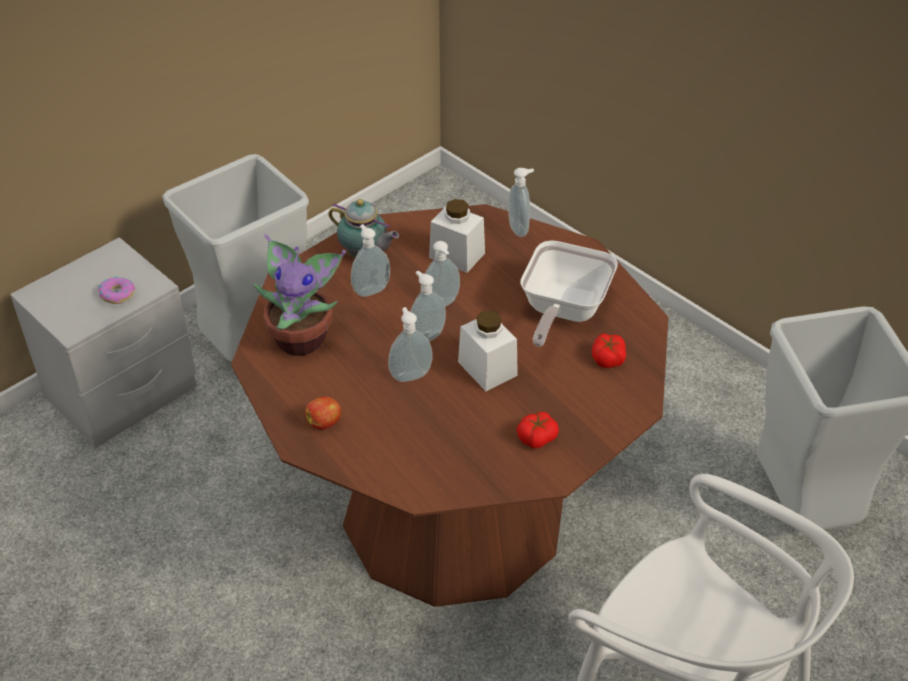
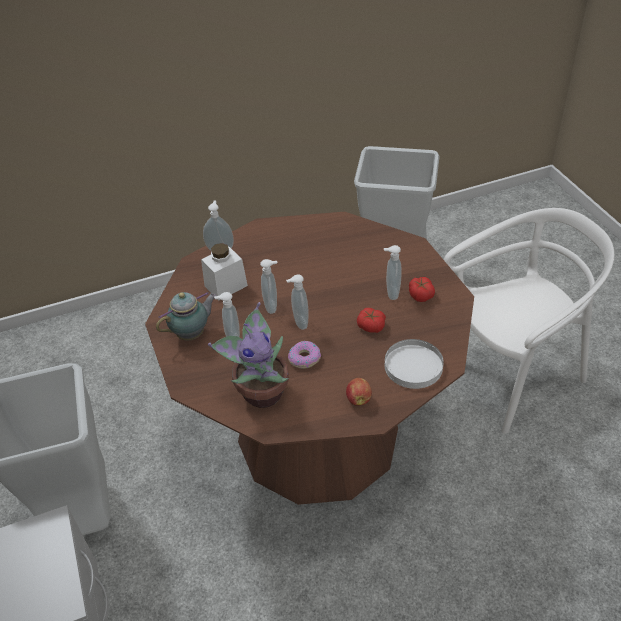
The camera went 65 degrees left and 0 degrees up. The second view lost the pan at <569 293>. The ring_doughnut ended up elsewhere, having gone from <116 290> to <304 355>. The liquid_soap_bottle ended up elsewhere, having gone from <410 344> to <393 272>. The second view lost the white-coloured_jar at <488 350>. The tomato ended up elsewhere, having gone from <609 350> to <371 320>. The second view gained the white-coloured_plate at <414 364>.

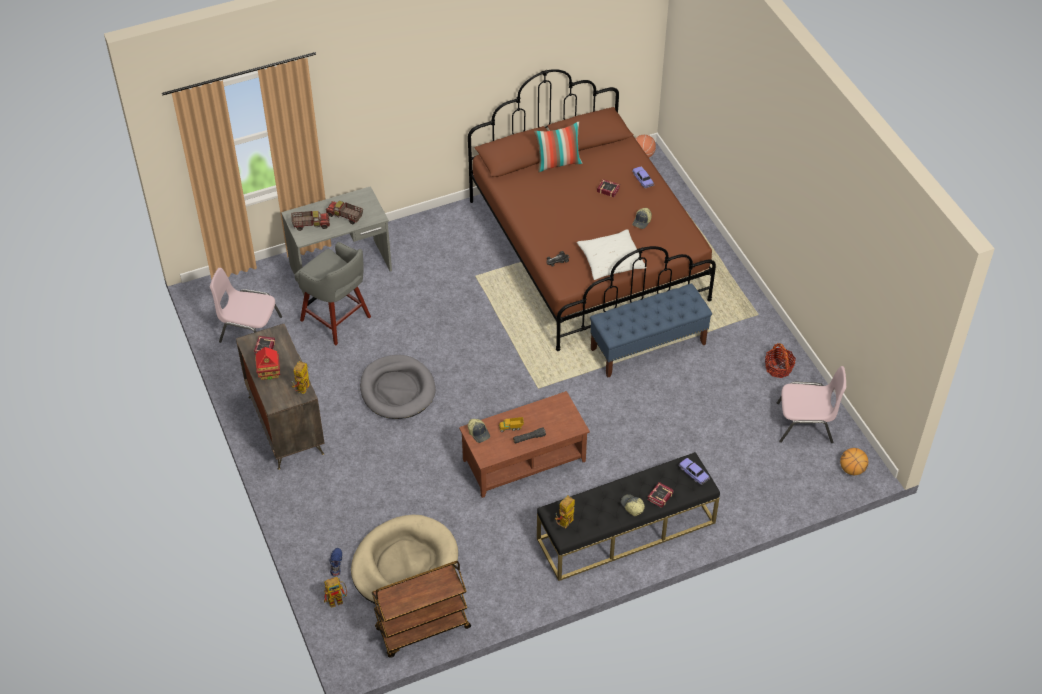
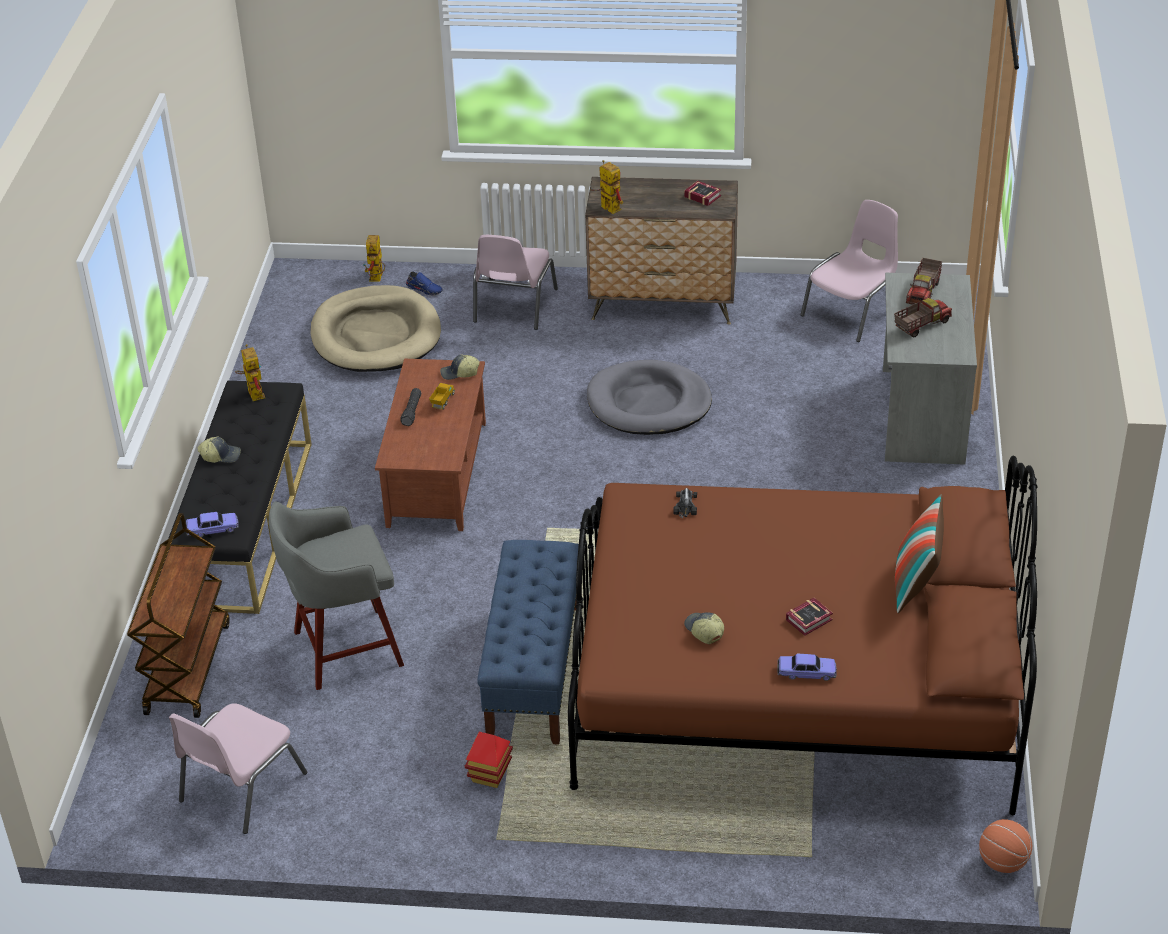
The camera went 120 degrees right and 10 degrees down. The second view lost the white-coloured_cushion at <612 254>. The grey_stool_seat ended up elsewhere, having gone from <332 293> to <336 595>. The second view lost the household_basket at <780 360>. The miniature_house ended up elsewhere, having gone from <267 363> to <489 760>. The second view lost the basketball at <854 461>. The second view lost the volume at <660 495>. The brownish_wheeled_cart ended up elsewhere, having gone from <421 609> to <178 615>. The second view gained the pinkish_chair at <515 282>.

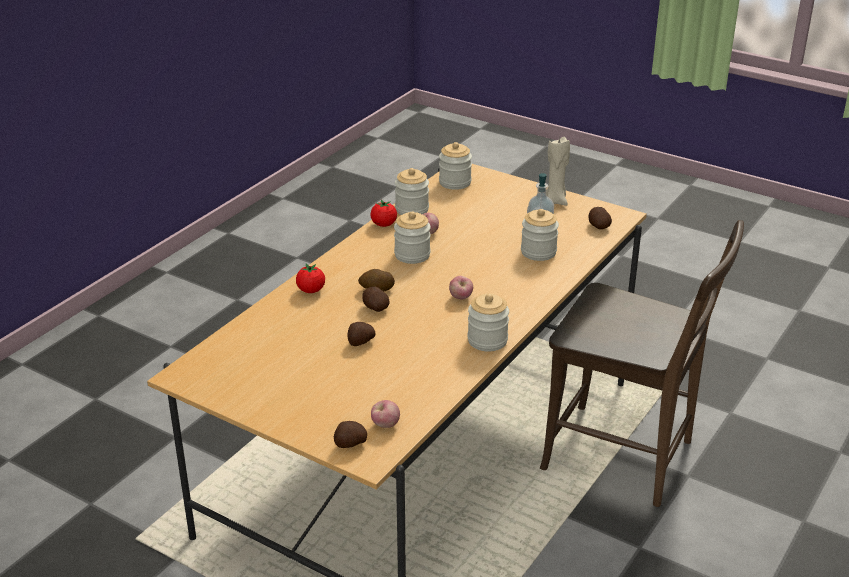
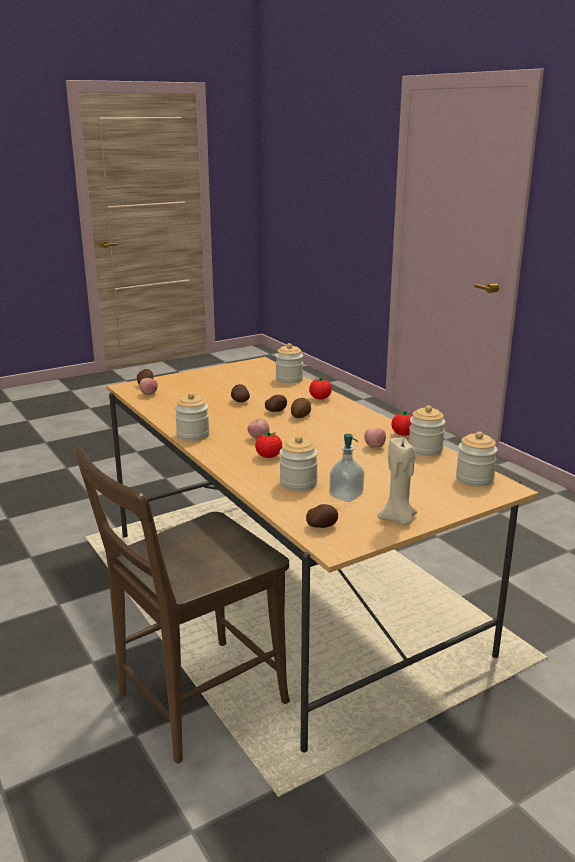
The camera went 115 degrees right and 10 degrees down. The jar ended up elsewhere, having gone from <412 238> to <289 363>. The second view gained the tomato at <268 444>.

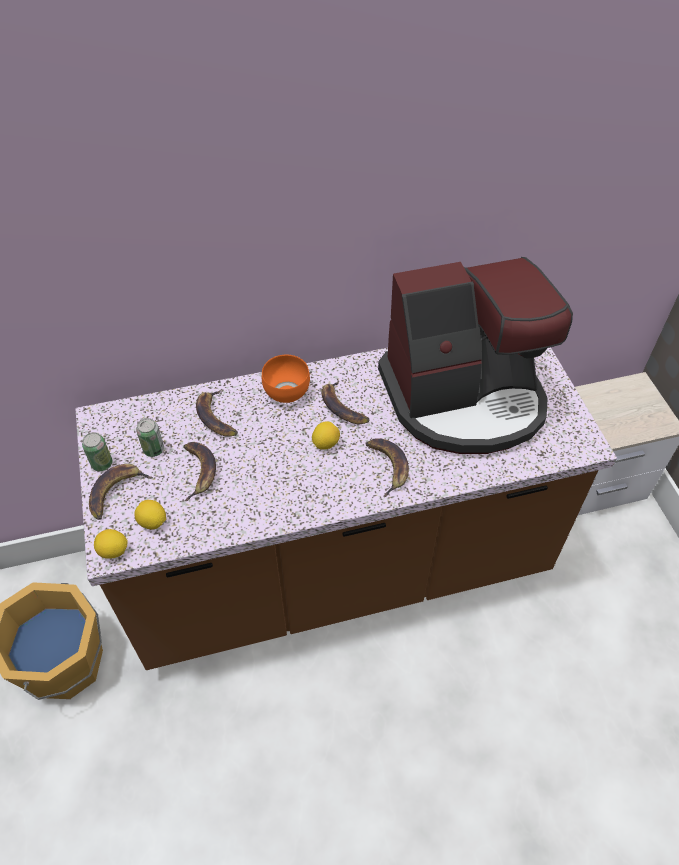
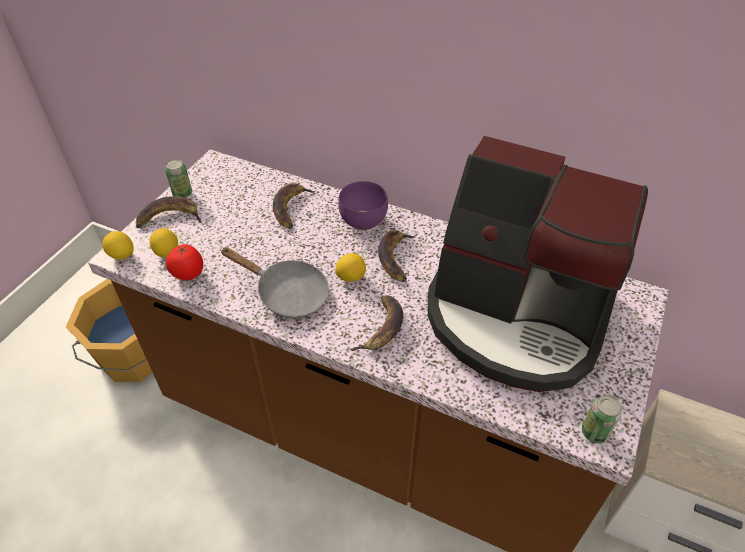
The camera went 40 degrees right and 5 degrees down. What was the orange-coloured_serving_bowl at <286 379> turned into the purple-coloured_serving_bowl at <363 205>. The sealed_can ended up elsewhere, having gone from <150 437> to <602 419>. The second view lost the banana at <199 471>. The second view gained the tomato at <184 262>. The second view gained the grey_pan at <274 282>.

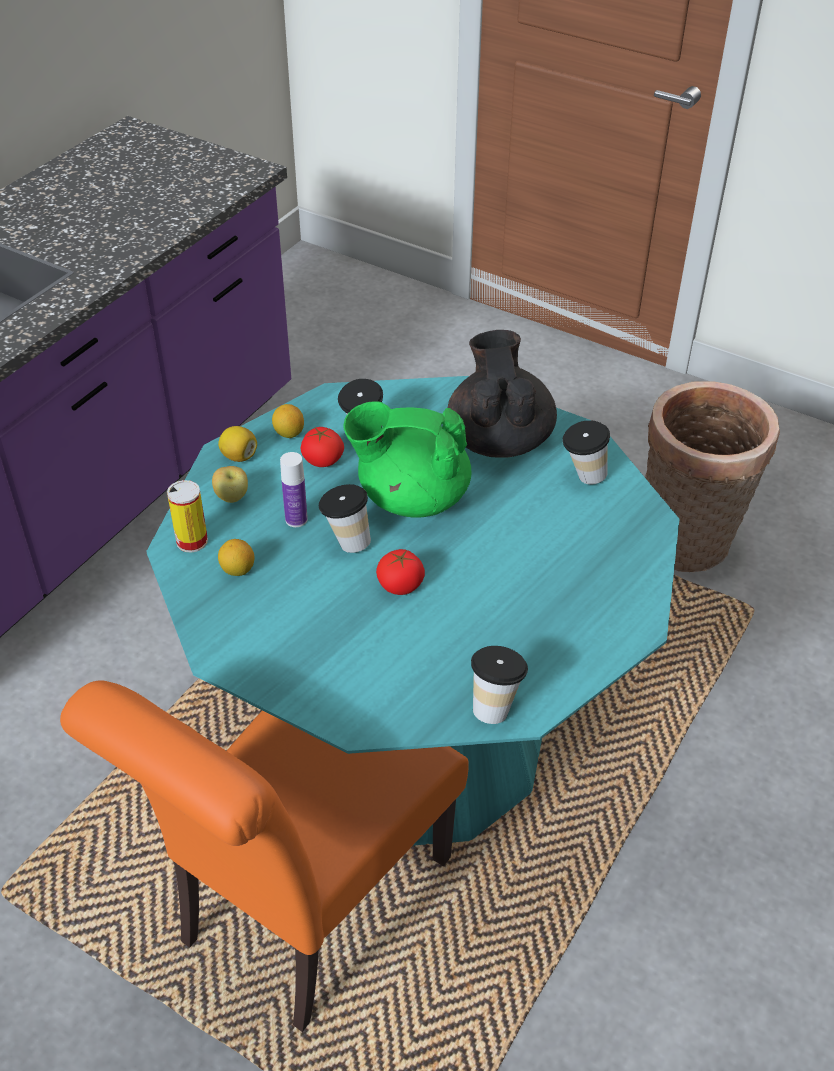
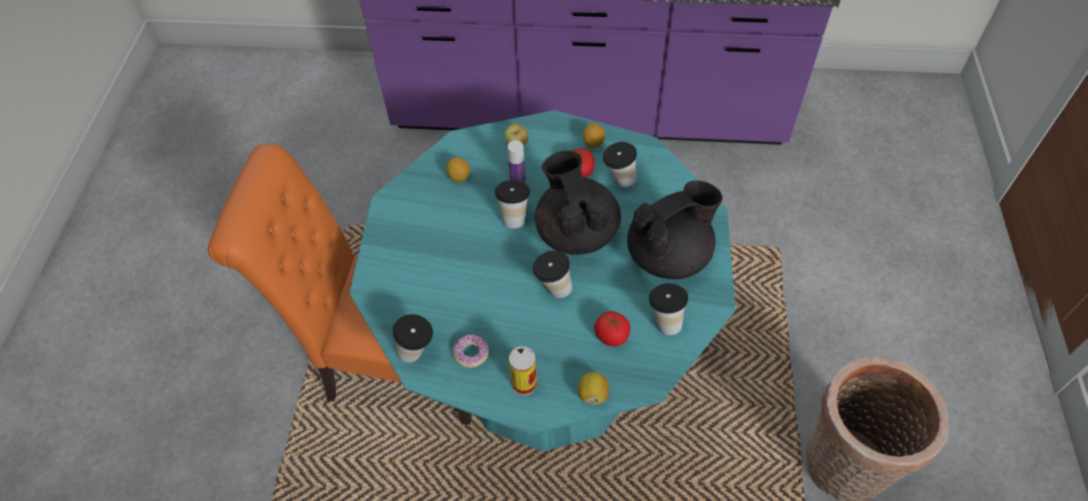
The camera went 65 degrees right and 10 degrees up. What was the greenish_tea_pot at <407 459> turned into the black_tea_pot at <578 203>. The citrus_fruit ended up elsewhere, having gone from <237 444> to <593 388>. The sealed_can ended up elsewhere, having gone from <187 516> to <523 370>. The tomato ended up elsewhere, having gone from <400 572> to <612 328>. The second view gained the cup at <552 274>. The second view gained the ring_doughnut at <471 351>.

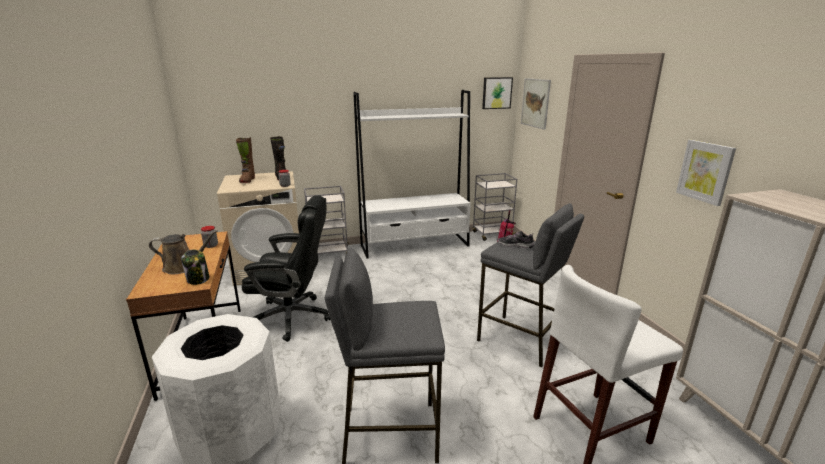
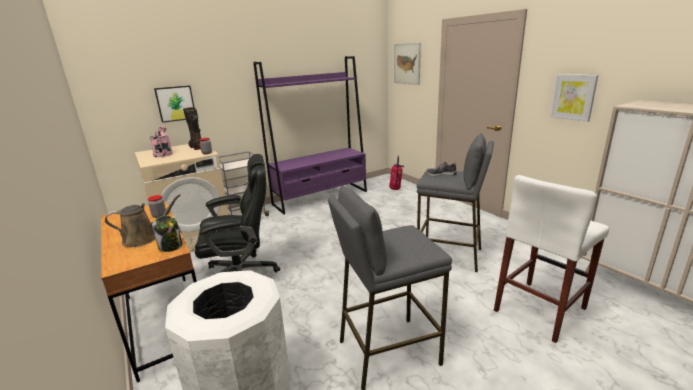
The camera went 15 degrees left and 0 degrees up. The picture ended up elsewhere, having gone from <497 93> to <174 104>. What was the white-coloured_bookshelf at <412 174> turned into the purple-coloured_bookshelf at <310 135>. Where the brownish_boot stood at <245 160>, the pinkish_watering_can came to stand at <161 141>. The second view lost the grey_wheeled_cart at <494 207>.

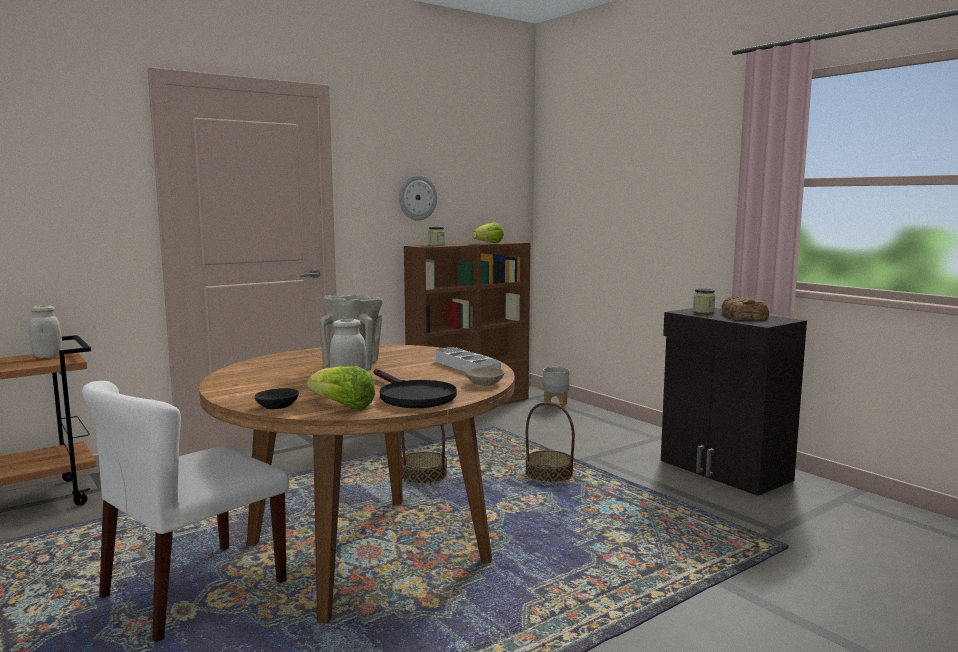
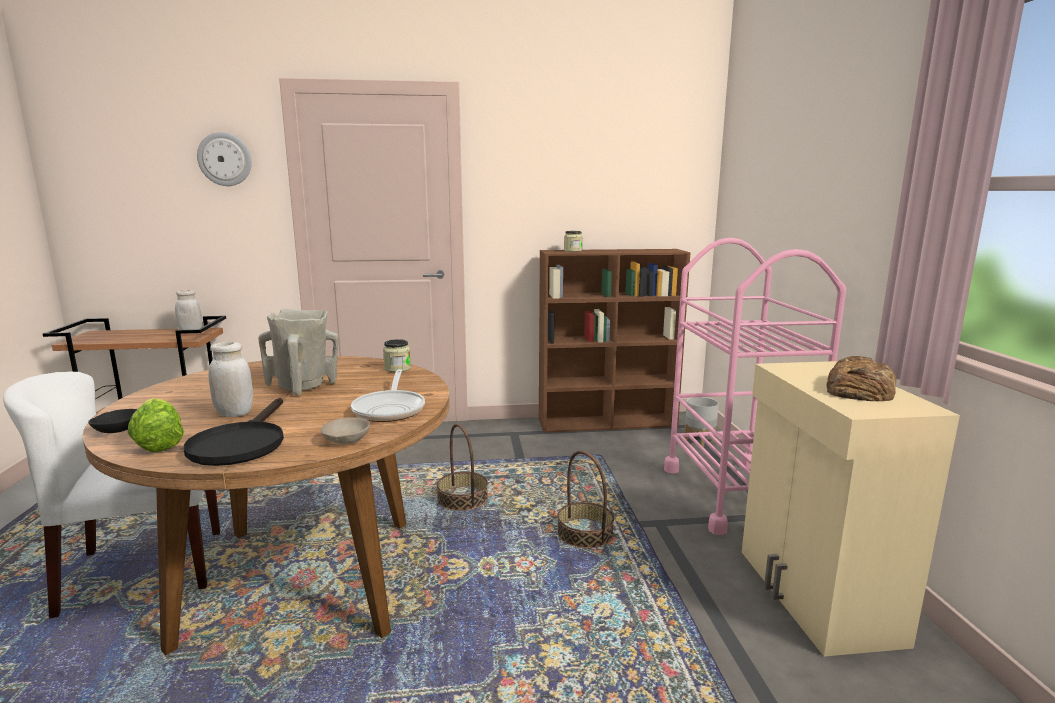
The camera went 30 degrees right and 5 degrees up. The clock_on_the_wall ended up elsewhere, having gone from <418 198> to <224 159>. The second view lost the lettuce_head at <488 232>. The jar ended up elsewhere, having gone from <704 301> to <397 355>. What was the black_cupboard at <734 402> turned into the sand-coloured_cupboard at <851 509>. Where the grey_carrying_tray stood at <468 359>, the pan came to stand at <388 395>. The second view gained the pinkish_wheeled_cart at <755 386>.

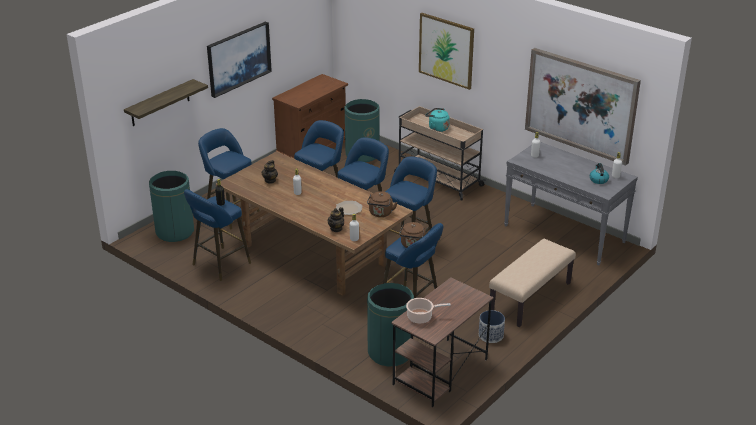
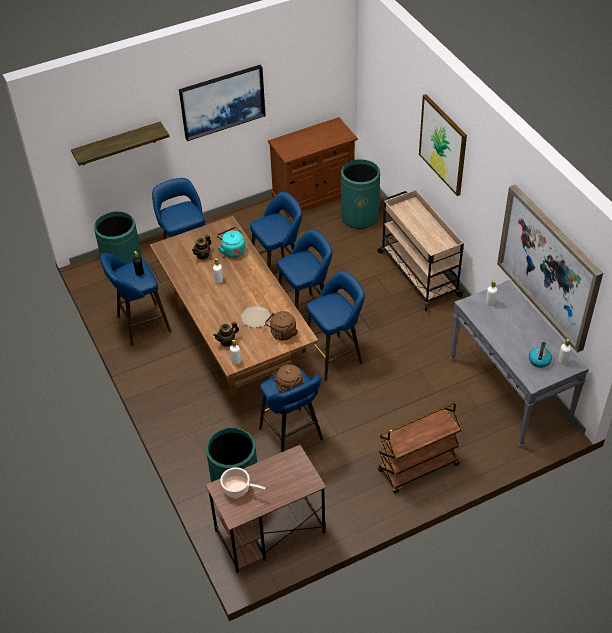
The camera went 25 degrees right and 15 degrees up. The turquoise_water_kettle ended up elsewhere, having gone from <437 120> to <231 242>. Where the sand-coloured_long_seat stood at <532 283>, the brownish_wheeled_cart came to stand at <420 448>. The second view lost the planter at <492 326>.

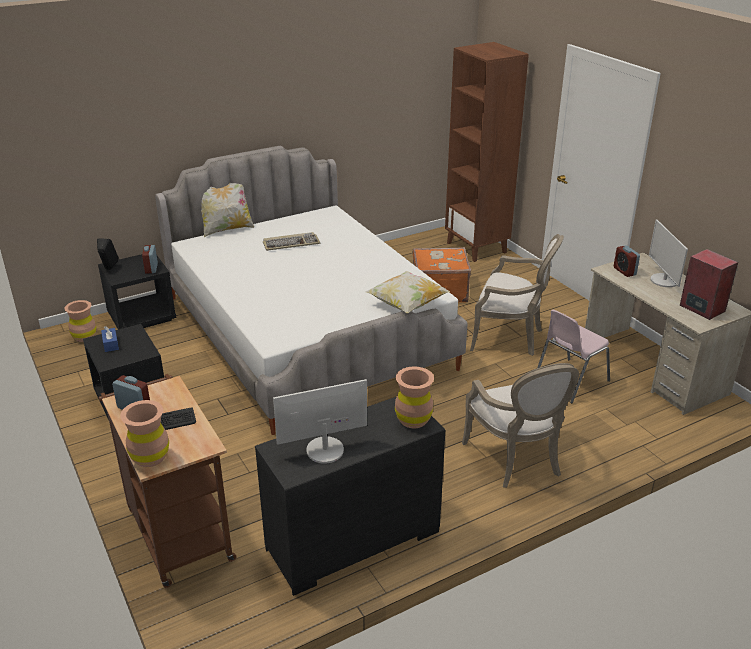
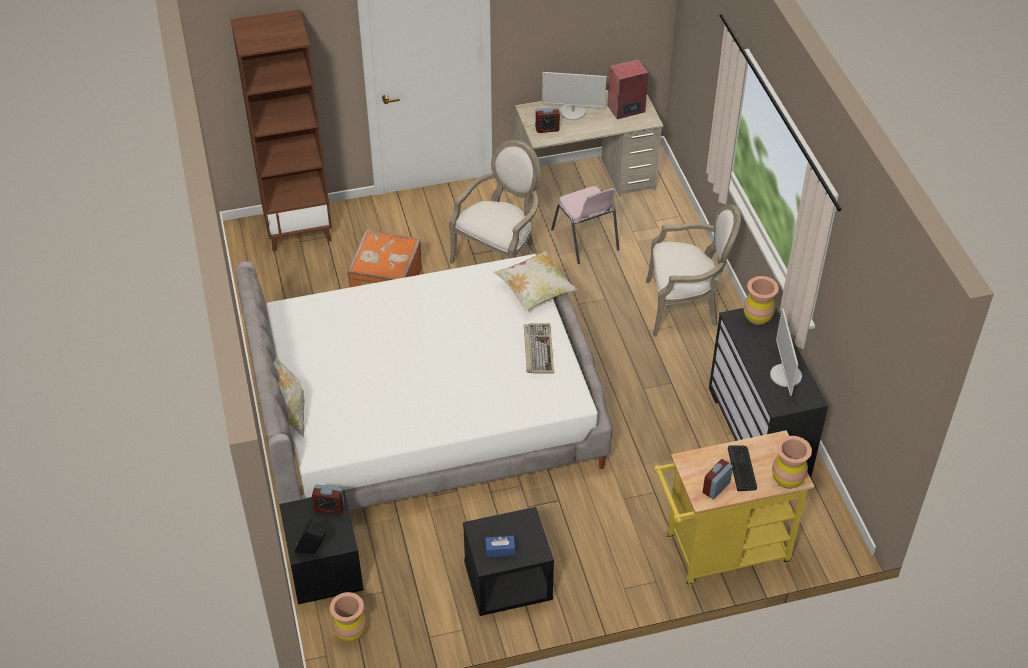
The camera went 75 degrees left and 15 degrees up. The PC_keyboard ended up elsewhere, having gone from <291 241> to <539 348>. What was the brownish_wheeled_cart at <167 481> turned into the yellow-coloured_wheeled_cart at <734 508>.

